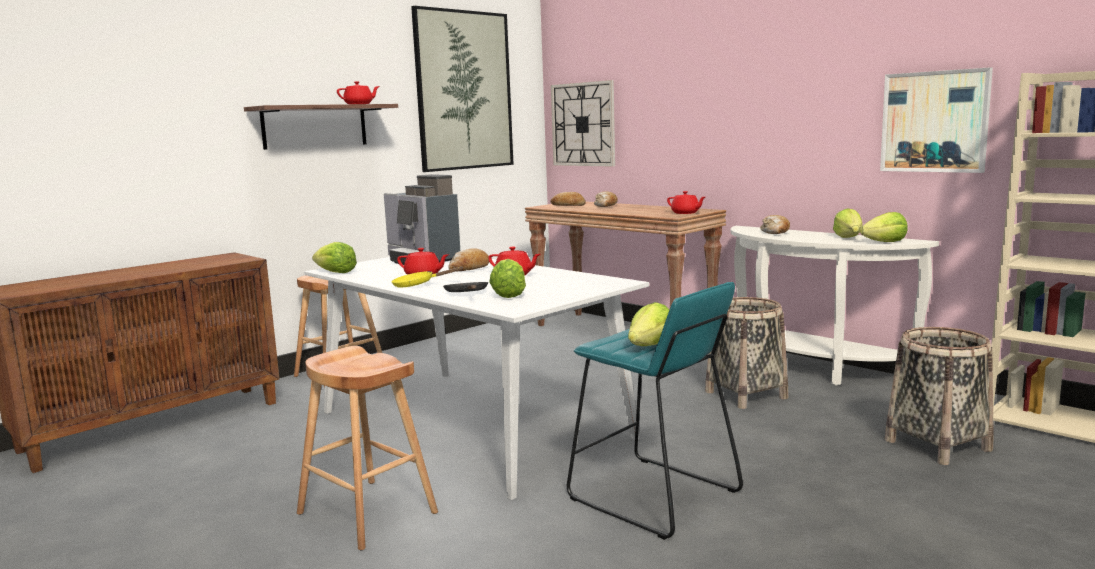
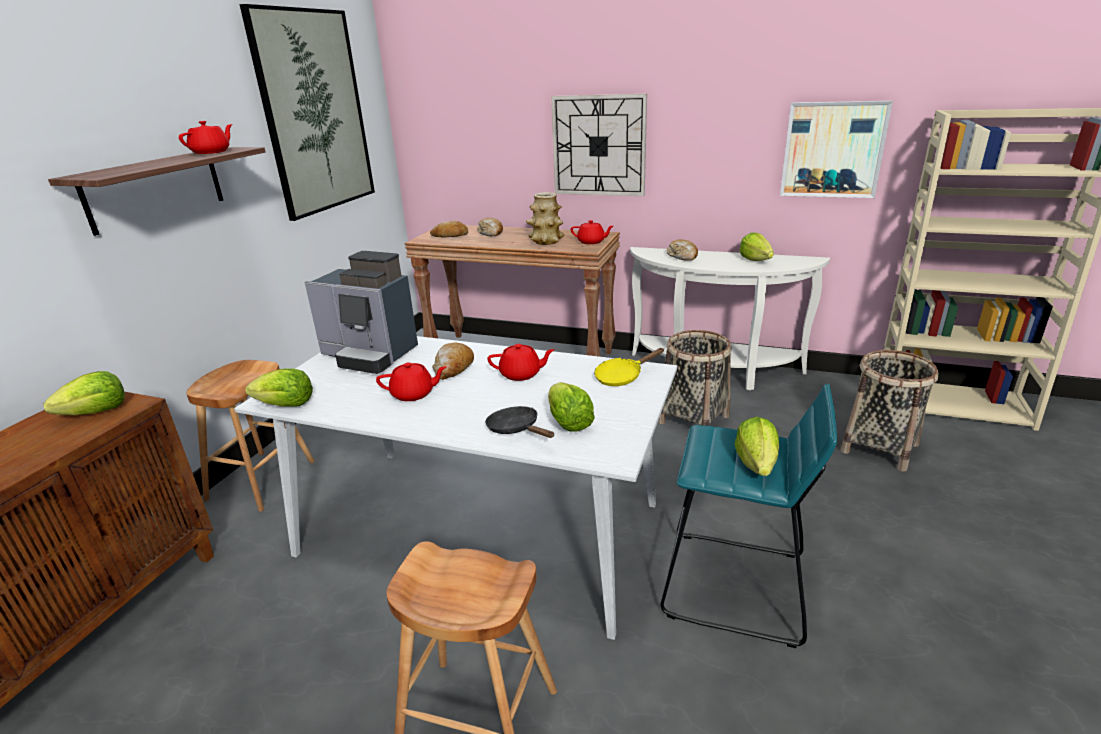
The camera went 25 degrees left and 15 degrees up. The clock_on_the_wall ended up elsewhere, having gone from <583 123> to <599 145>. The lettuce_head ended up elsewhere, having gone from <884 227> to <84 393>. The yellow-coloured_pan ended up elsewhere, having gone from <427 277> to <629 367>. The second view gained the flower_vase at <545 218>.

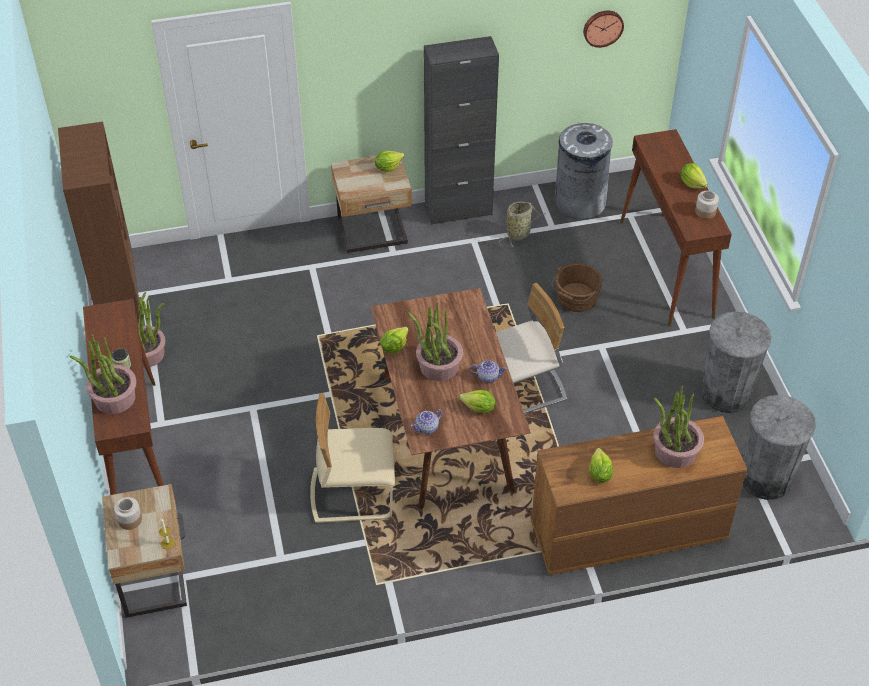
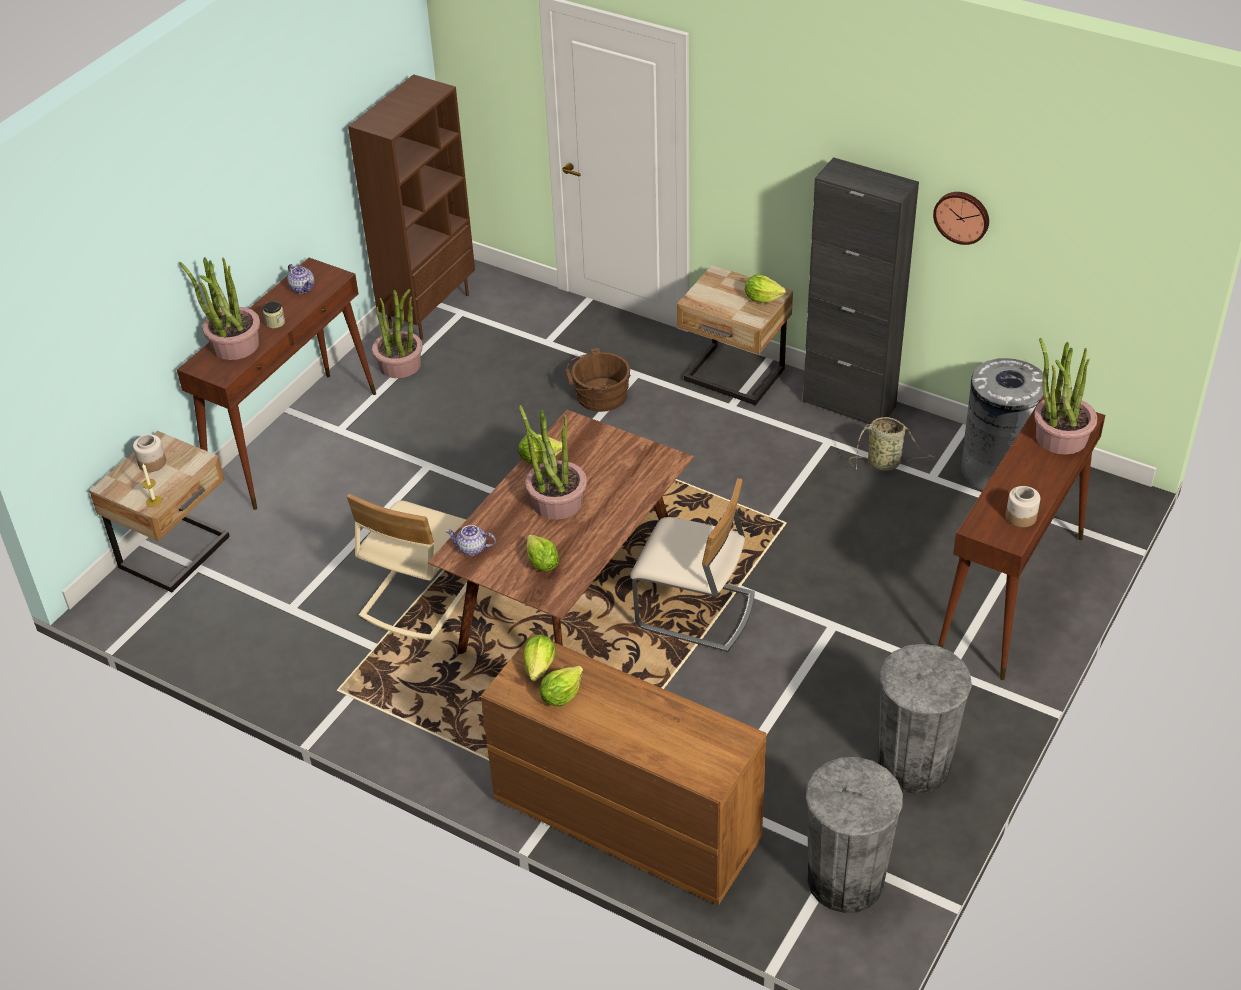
The camera went 45 degrees right and 5 degrees down. The clock_on_the_wall ended up elsewhere, having gone from <603 29> to <961 218>. The lettuce_head ended up elsewhere, having gone from <694 176> to <539 657>. The brownish_water_bucket ended up elsewhere, having gone from <577 287> to <597 380>. The tea_pot ended up elsewhere, having gone from <488 371> to <301 278>. The plant_in_a_pot ended up elsewhere, having gone from <678 427> to <1065 396>. The sand-coloured_chair at <352 458> ended up facing another way, 105 degrees counterclockwise from before.

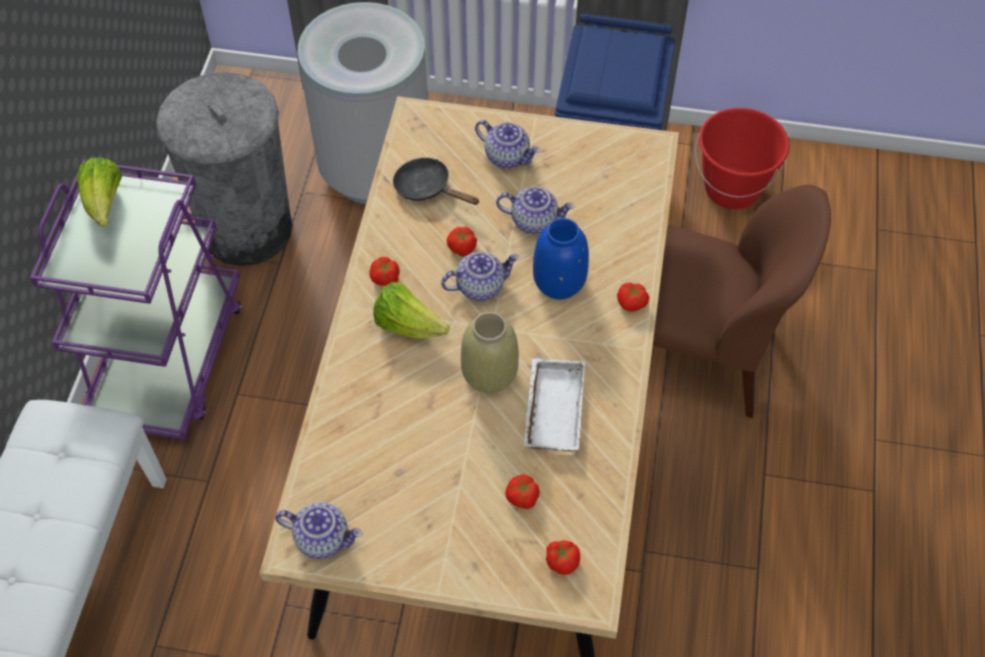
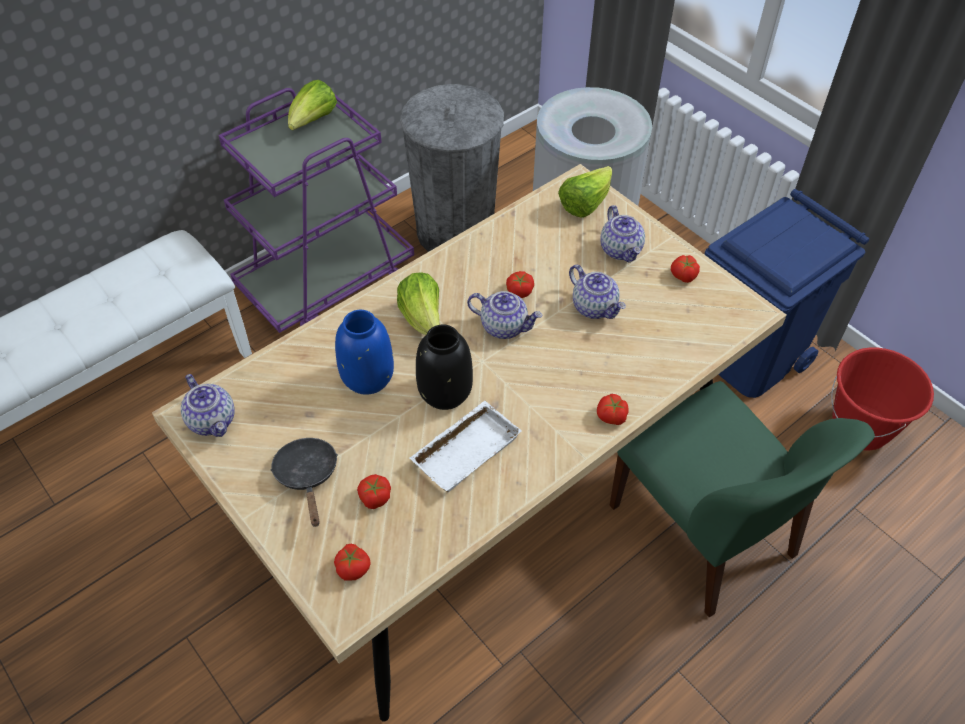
The camera went 40 degrees right and 5 degrees down. The black_pan ended up elsewhere, having gone from <436 181> to <304 482>. What was the brownish_chair at <742 301> turned into the greenish_chair at <742 499>. The blue_flower_vase ended up elsewhere, having gone from <561 259> to <364 352>. The tomato ended up elsewhere, having gone from <384 271> to <685 269>. What was the sand-coloured_flower_vase at <490 352> turned into the black_flower_vase at <444 367>. The second view gained the lettuce_head at <585 192>.

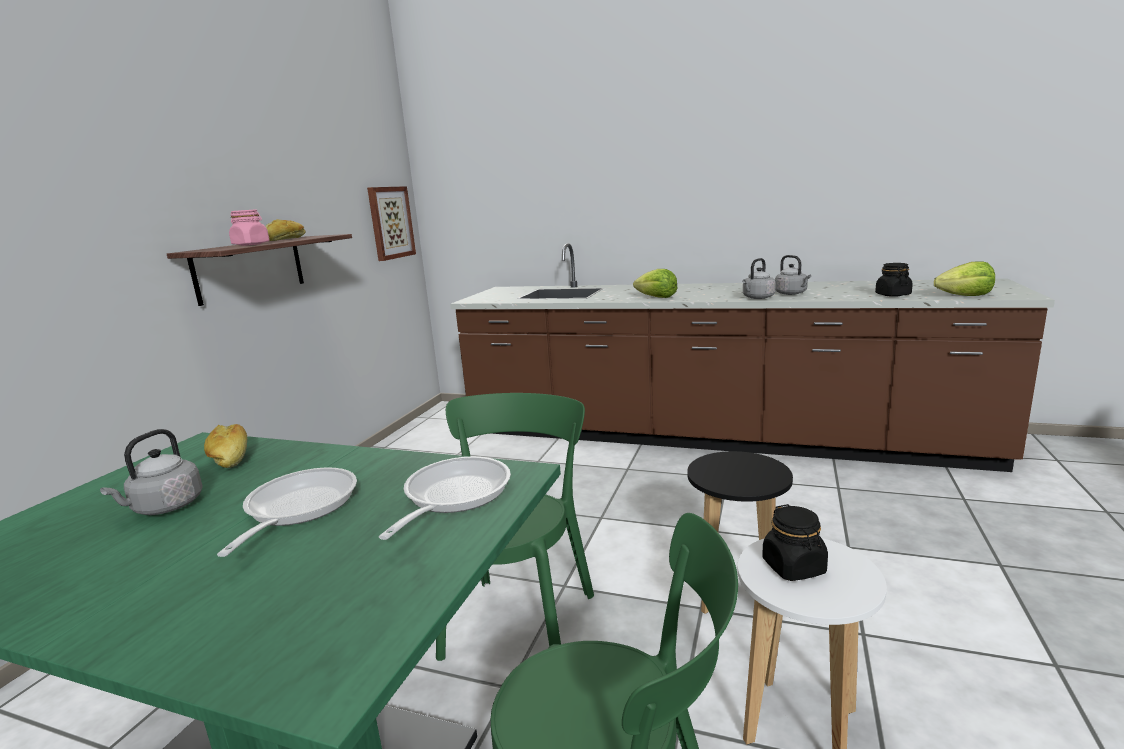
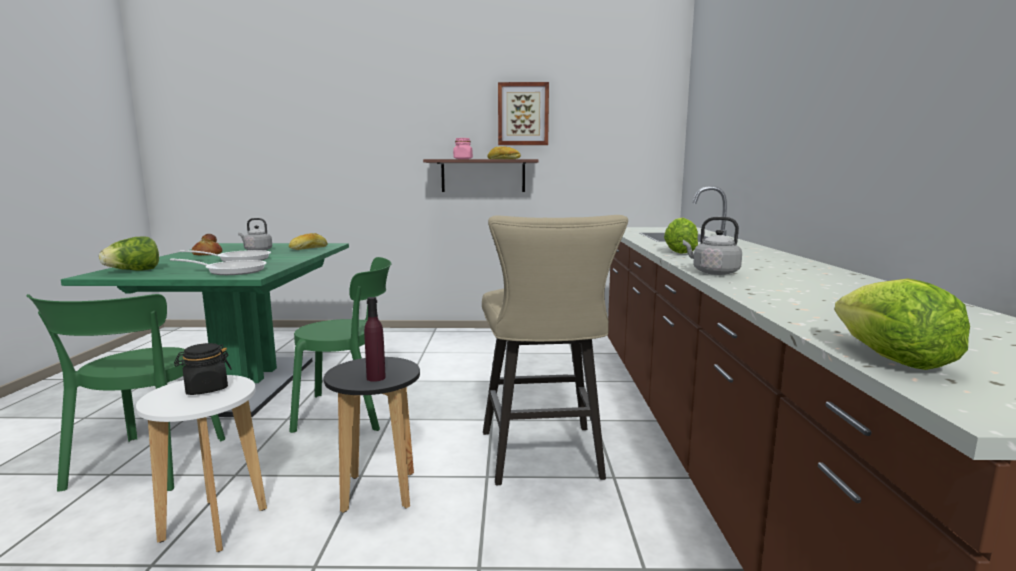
The camera went 70 degrees right and 5 degrees down. The picture ended up elsewhere, having gone from <391 223> to <523 113>. The second view lost the grey_water_kettle at <793 275>. The second view lost the black_jar at <894 280>. The second view gained the sand-coloured_stool_seat at <555 350>. The second view gained the bread at <207 244>. The second view gained the lettuce_head at <129 254>. The second view gained the purple-coloured_bottle at <375 339>.

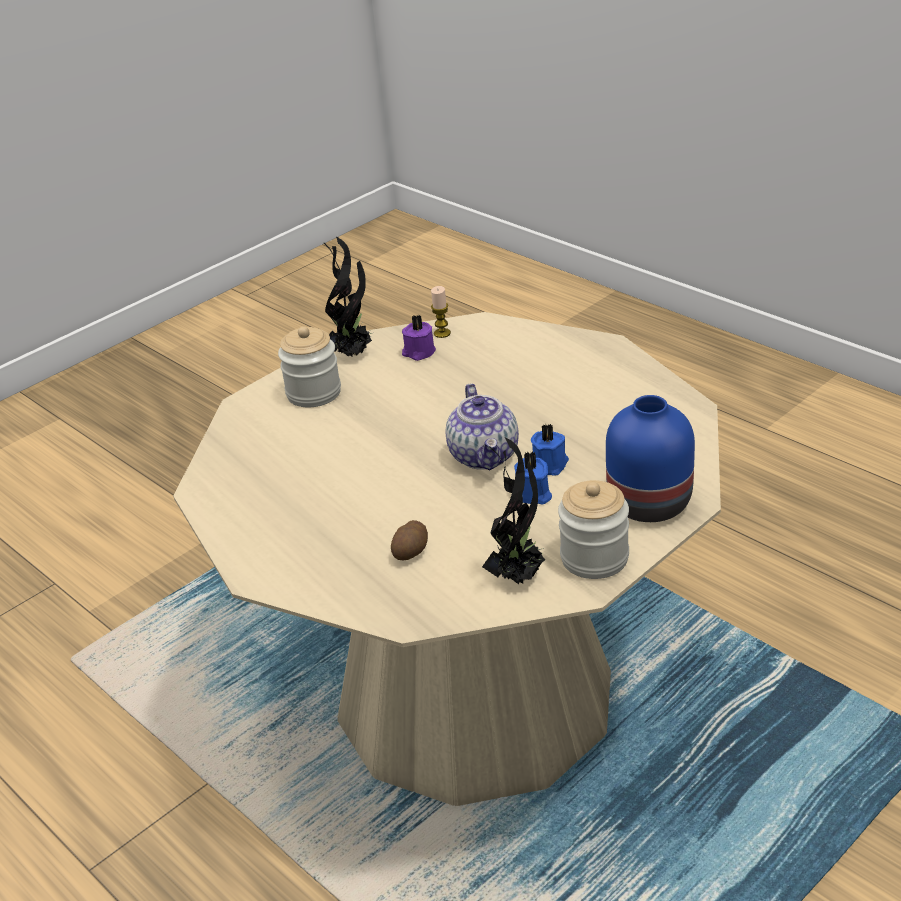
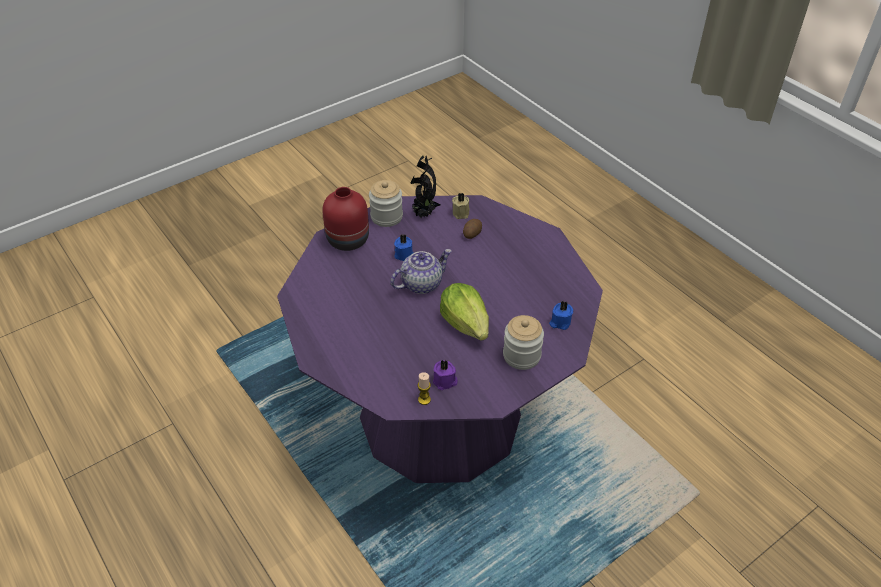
The camera went 175 degrees left and 10 degrees up. The second view lost the plant_in_a_pot at <348 296>. What was the sand-coloured_dinner_table at <447 559> turned into the purple-coloured_dinner_table at <440 339>. The tea_pot at <482 426> ended up facing another way, 60 degrees clockwise from before. What was the blue_flower_vase at <650 458> turned into the red_flower_vase at <345 219>. The blue_candle ended up elsewhere, having gone from <550 450> to <561 315>. The second view gained the sand-coloured_candle at <461 205>. The second view gained the lettuce_head at <464 312>.

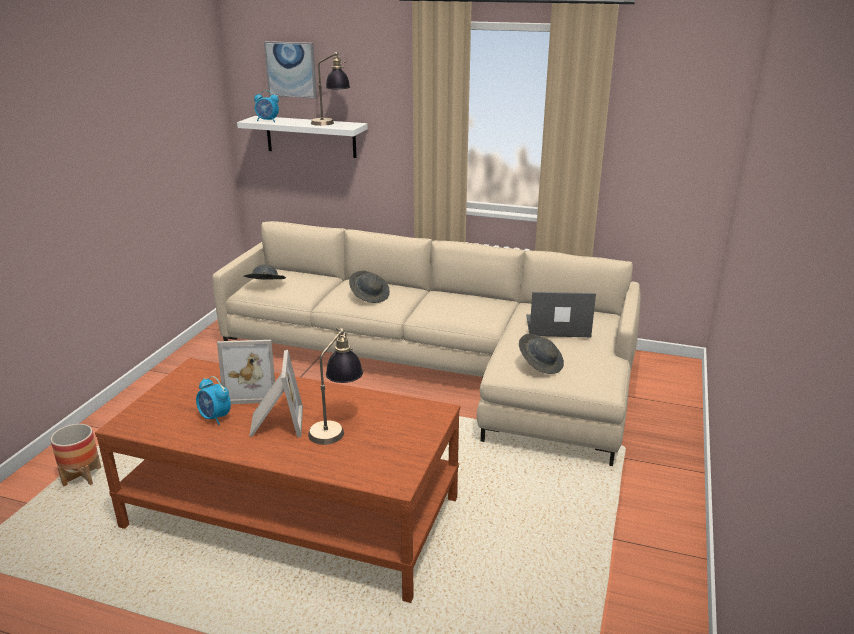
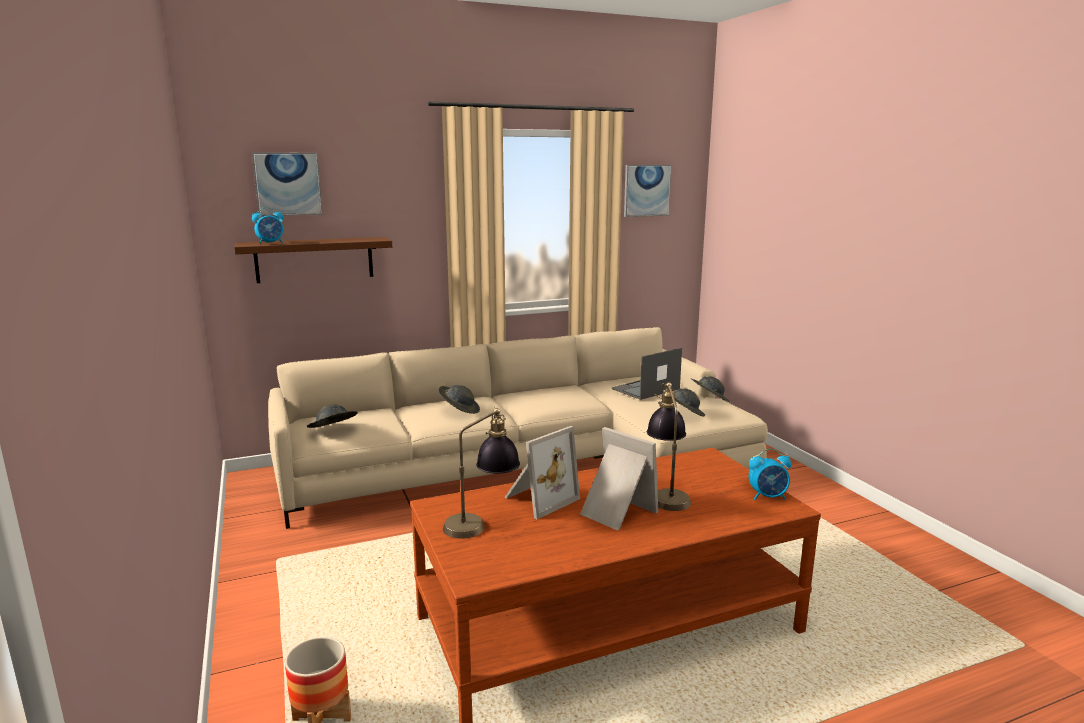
The camera went 40 degrees left and 10 degrees down. The tabletop_lamp ended up elsewhere, having gone from <330 89> to <481 473>. What was the white-coloured_shelf at <302 137> turned into the brownish_shelf at <313 260>. The table_clock ended up elsewhere, having gone from <213 400> to <770 474>. The second view gained the picture at <647 191>. The second view gained the grey_clothing_hat at <710 389>.

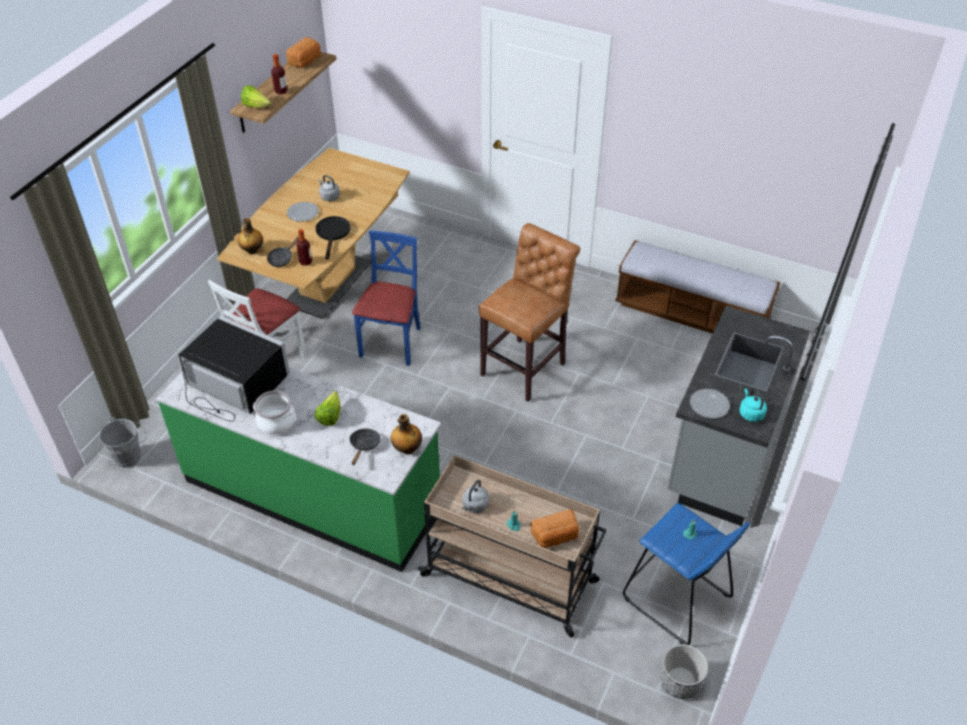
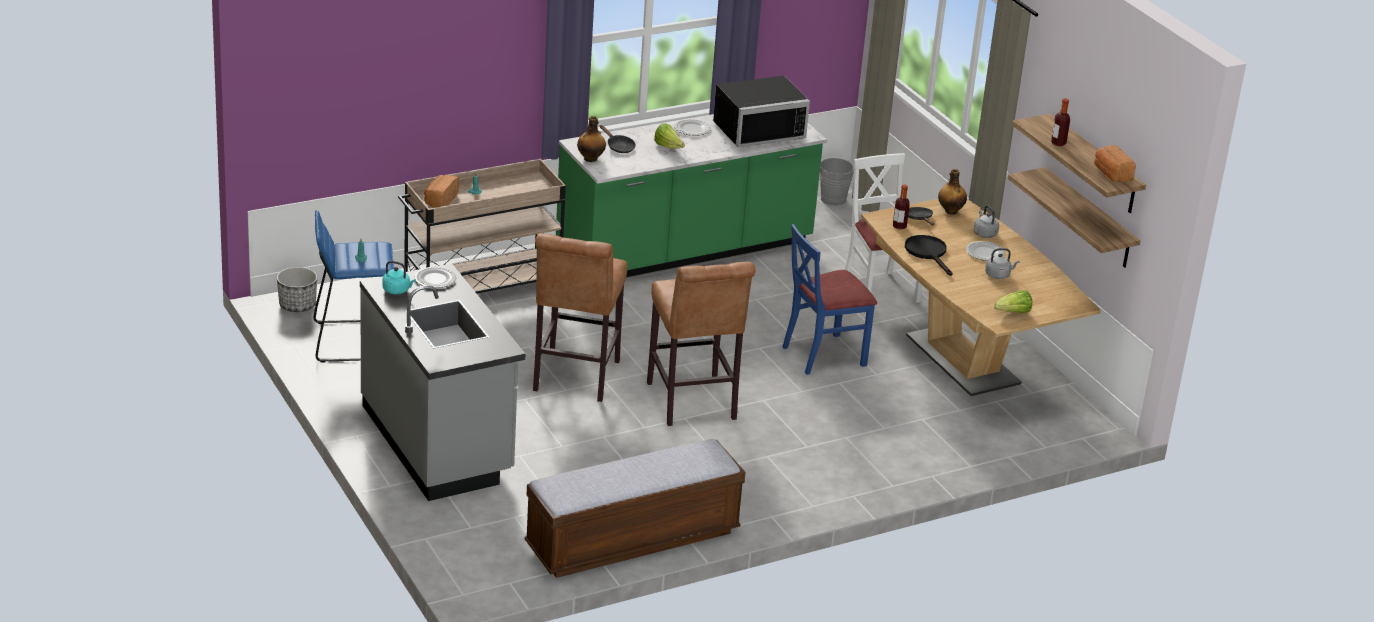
The camera went 125 degrees right and 15 degrees down. The lettuce_head ended up elsewhere, having gone from <256 96> to <1013 301>. The black_pan at <333 238> ended up facing another way, 150 degrees counterclockwise from before. The blue_chair at <386 298> ended up facing another way, 105 degrees clockwise from before. Where the stockpot stood at <274 412>, the plate came to stand at <692 127>. The grey_water_kettle ended up elsewhere, having gone from <475 496> to <986 221>. The second view gained the shelf at <1074 217>. The second view gained the brownish_stool_seat at <580 317>.

